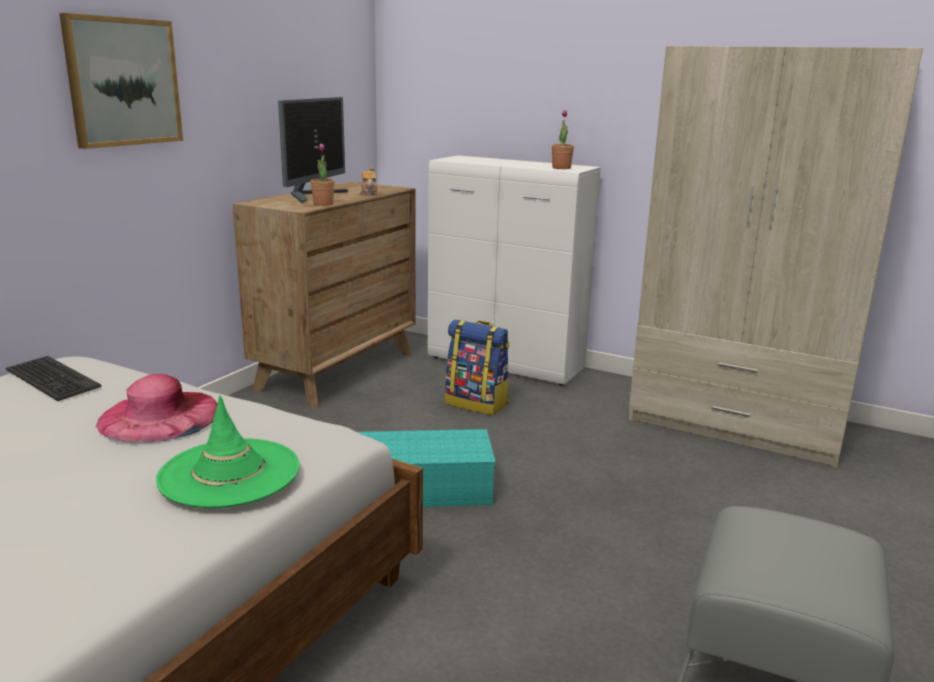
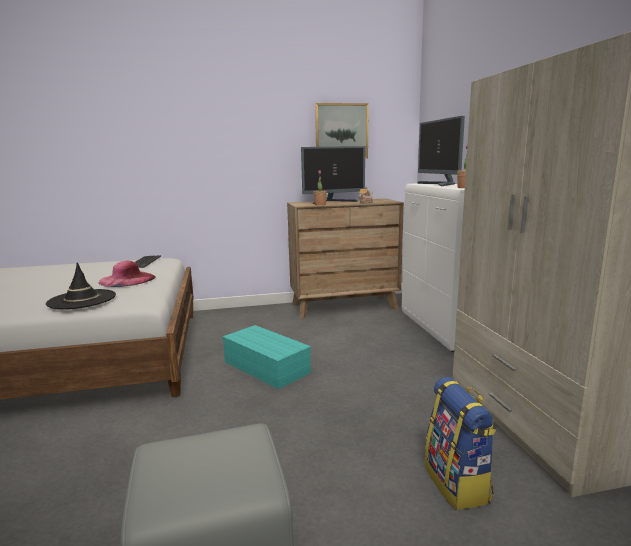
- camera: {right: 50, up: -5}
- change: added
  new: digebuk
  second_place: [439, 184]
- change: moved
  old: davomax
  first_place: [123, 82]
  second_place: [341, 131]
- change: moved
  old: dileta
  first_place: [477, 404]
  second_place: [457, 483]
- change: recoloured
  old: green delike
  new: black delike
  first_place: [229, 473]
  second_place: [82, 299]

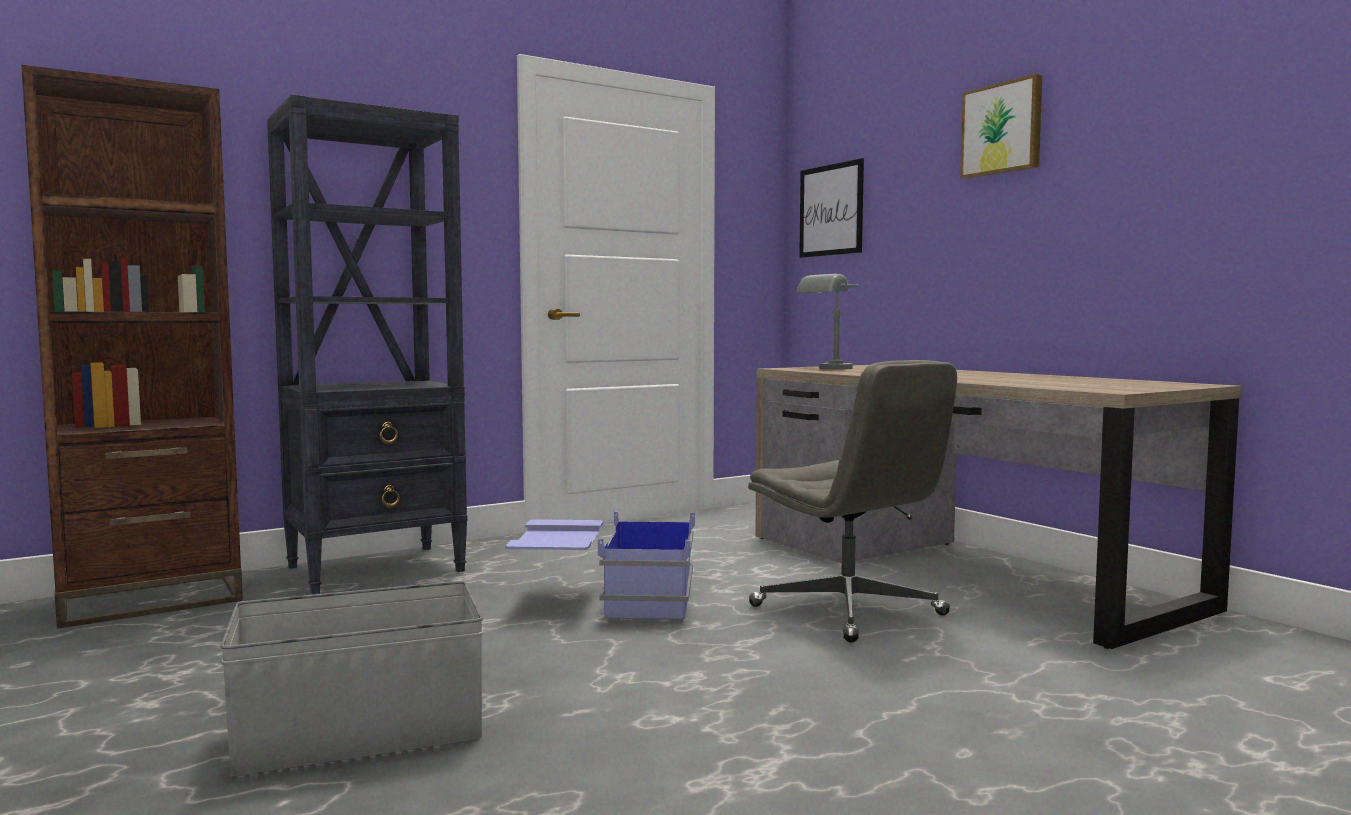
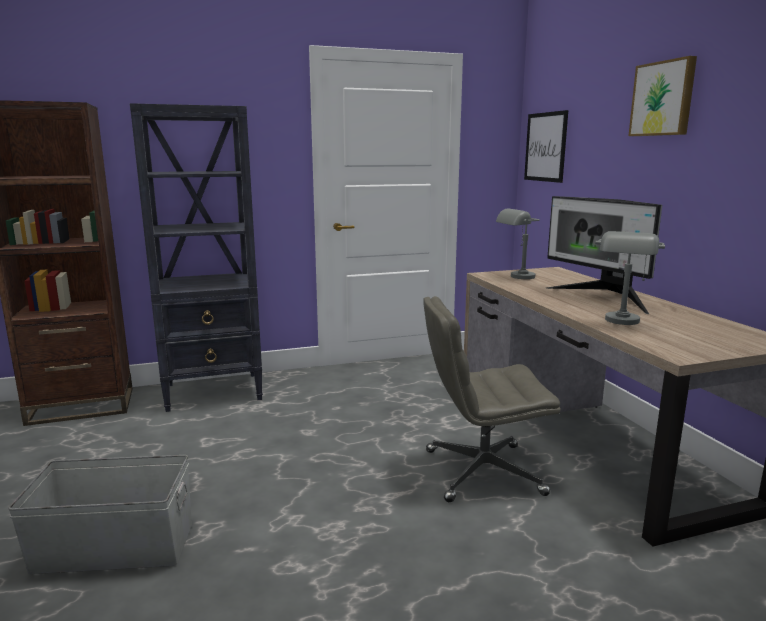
- camera: {right: 15, up: 10}
- change: removed
  old: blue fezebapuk
  first_place: [605, 603]
- change: added
  new: digebuk
  second_place: [603, 298]
- change: added
  new: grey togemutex
  second_place: [622, 323]
- change: turned
  old: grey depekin
  first_place: [850, 611]
  second_place: [481, 472]
  degrees: 105

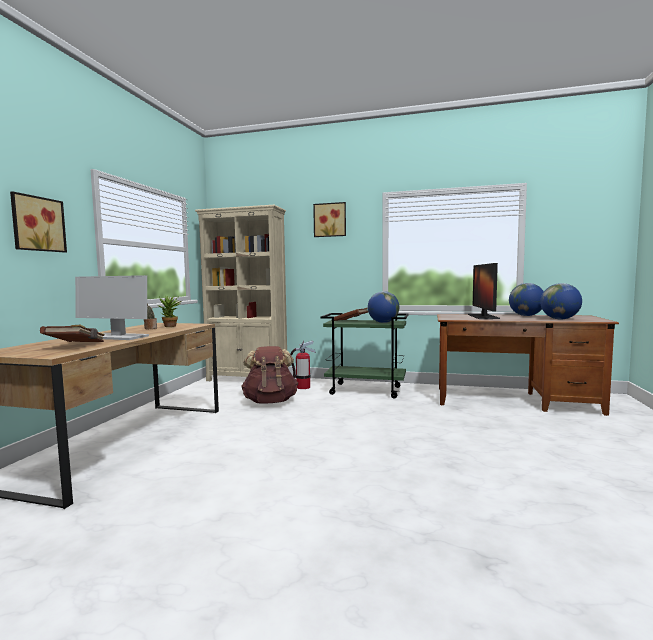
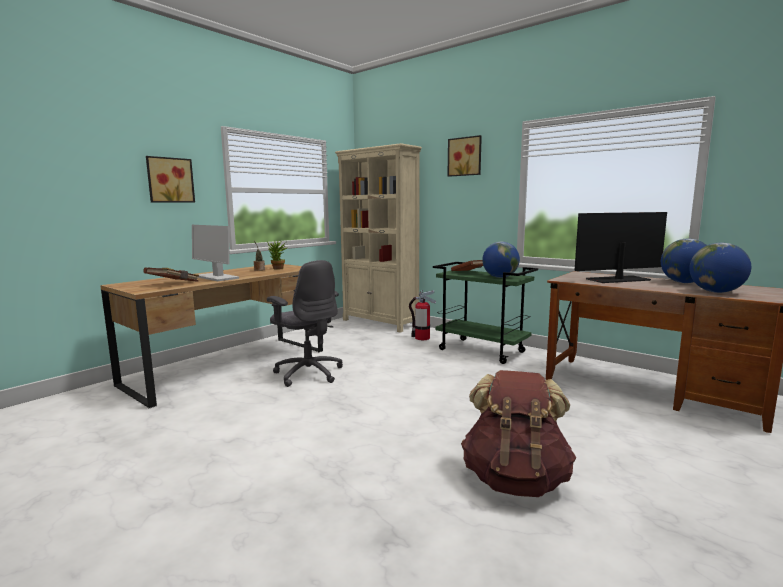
- camera: {right: 25, up: 5}
- change: added
  new: grey depekin
  second_place: [308, 373]
- change: moved
  old: brown dileta
  first_place: [270, 402]
  second_place: [515, 479]
- change: turned
  old: digebuk
  first_place: [483, 316]
  second_place: [618, 279]
  degrees: 45

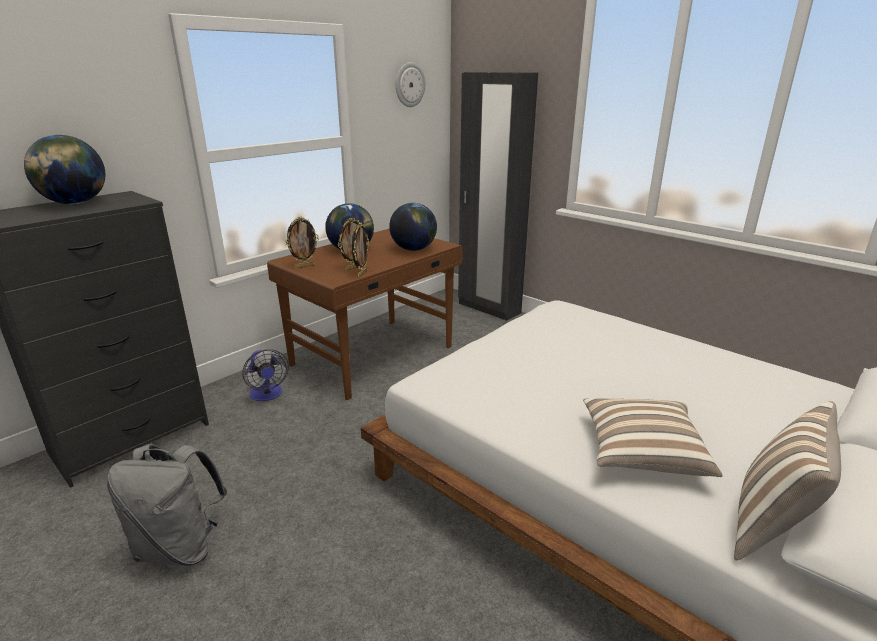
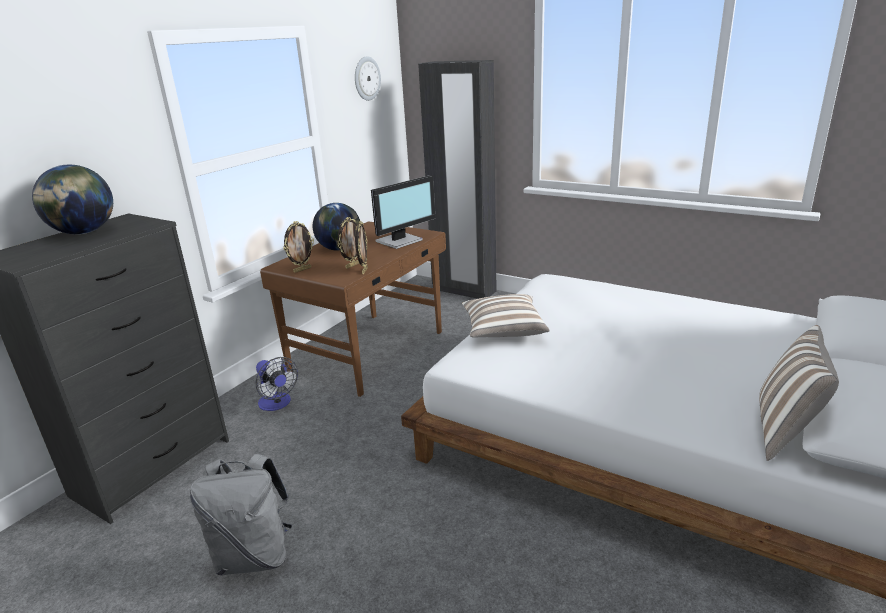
- camera: {right: -10, up: 0}
- change: moved
  old: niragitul
  first_place: [641, 452]
  second_place: [503, 330]
- change: replaced
  old: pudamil
  new: digebuk
  first_place: [413, 249]
  second_place: [400, 241]

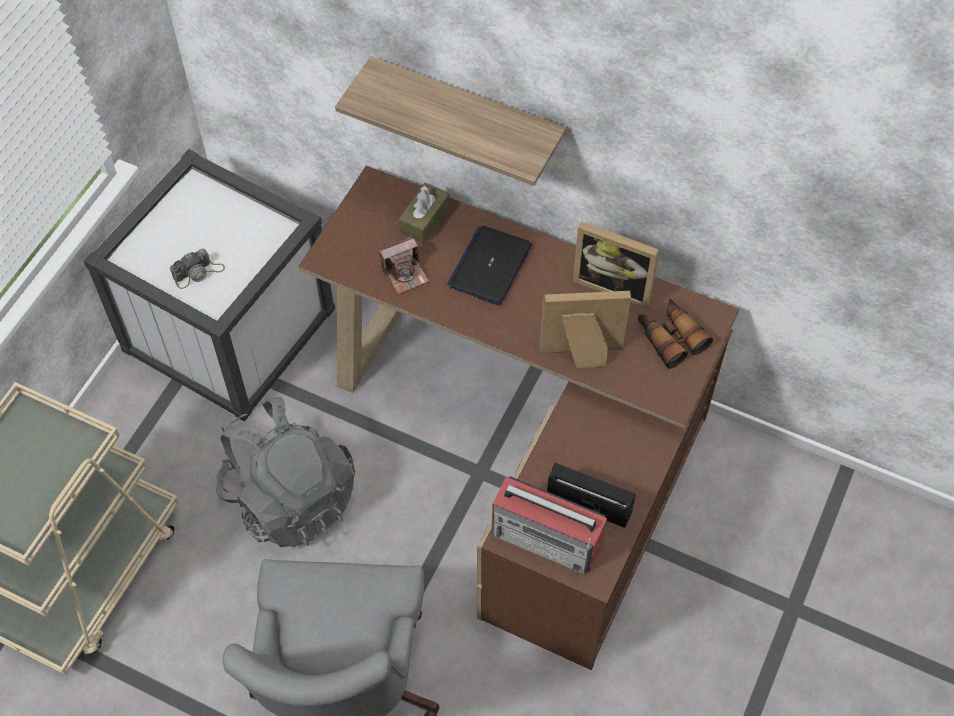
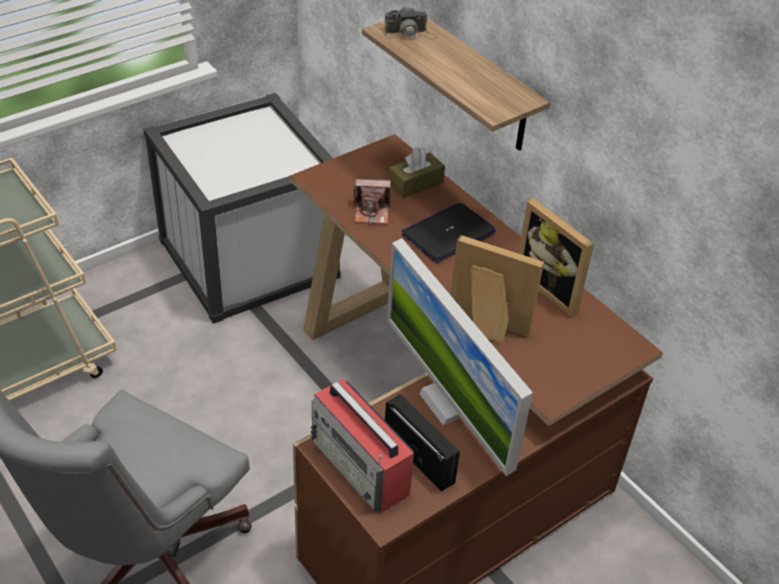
- camera: {right: 25, up: -15}
- change: removed
  old: grey dileta
  first_place: [290, 497]
- change: removed
  old: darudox
  first_place: [670, 337]
- change: added
  new: digebuk
  second_place: [448, 402]
- change: moved
  old: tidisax
  first_place: [198, 273]
  second_place: [410, 33]

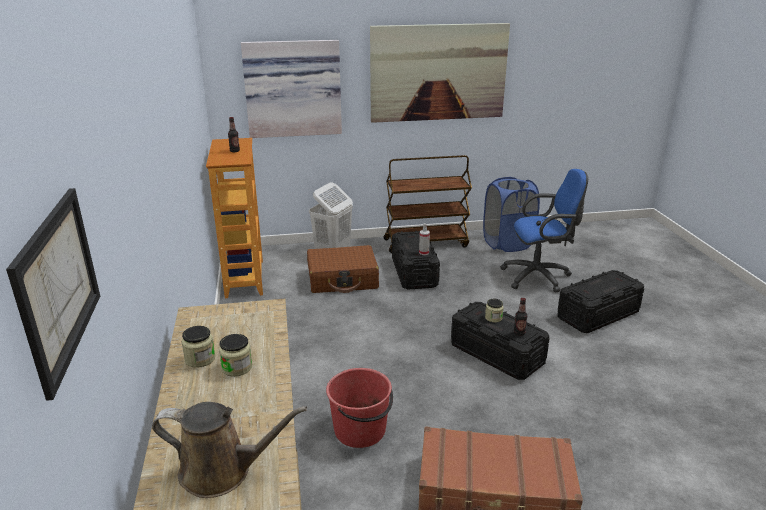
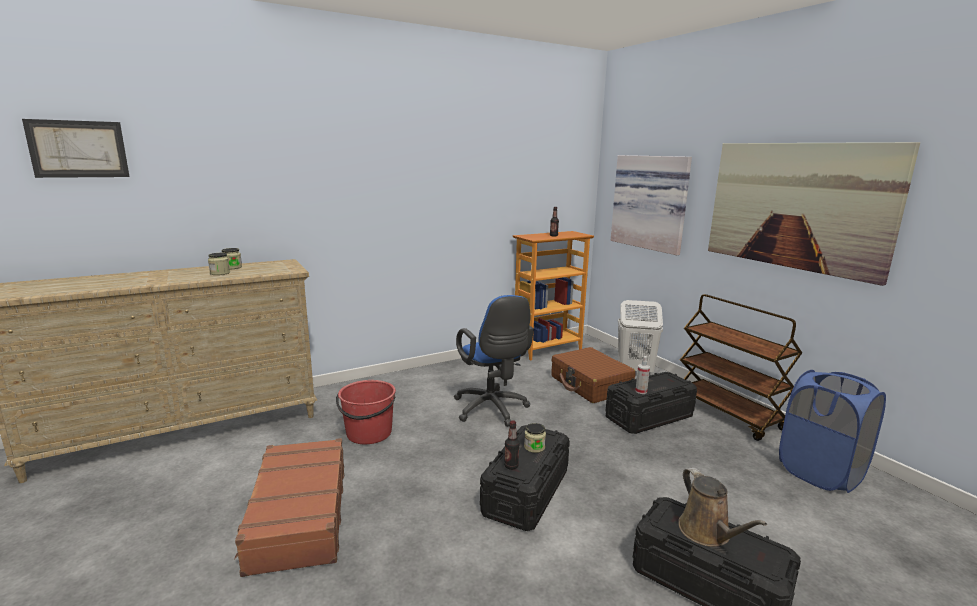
- camera: {right: 70, up: -10}
- change: moved
  old: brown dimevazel
  first_place: [222, 471]
  second_place: [707, 533]
- change: moved
  old: blue depekin
  first_place: [539, 277]
  second_place: [492, 410]

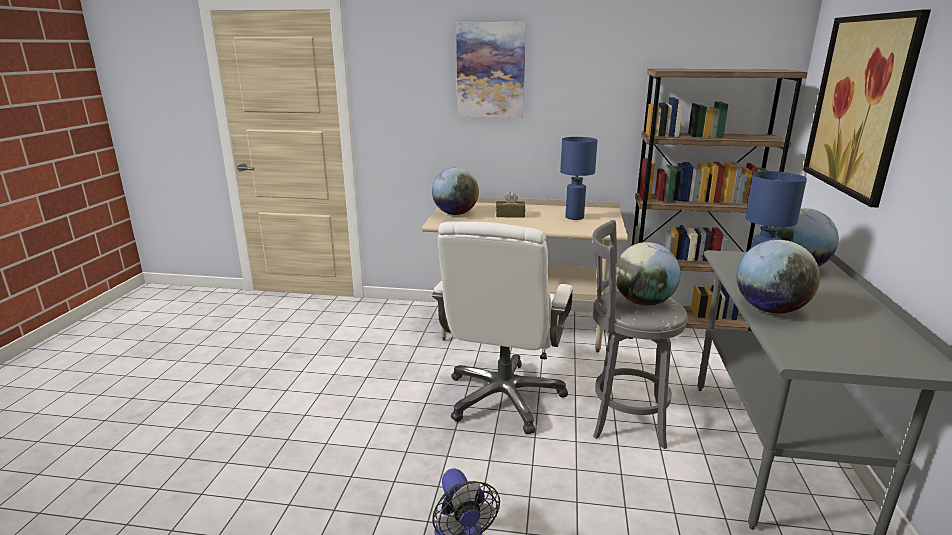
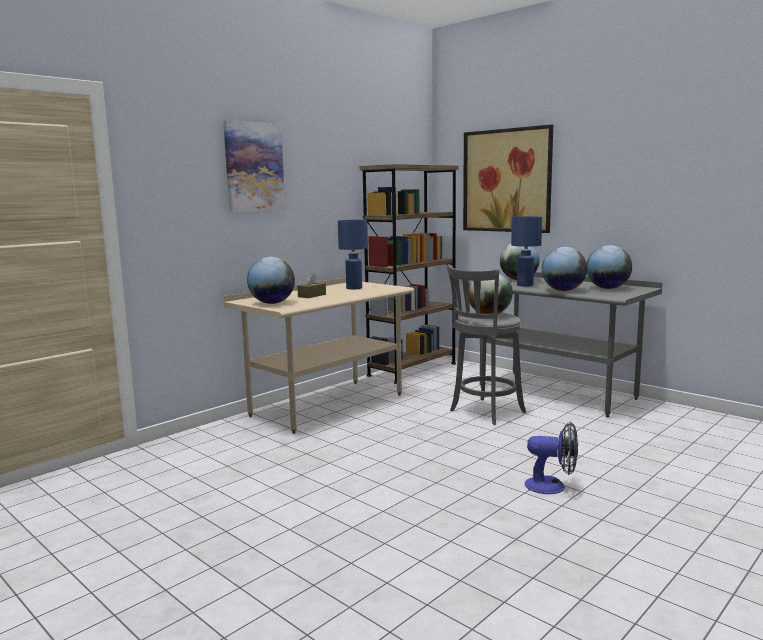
- camera: {right: -55, up: -10}
- change: removed
  old: white depekin
  first_place: [504, 398]
- change: added
  new: pudamil
  second_place: [607, 288]

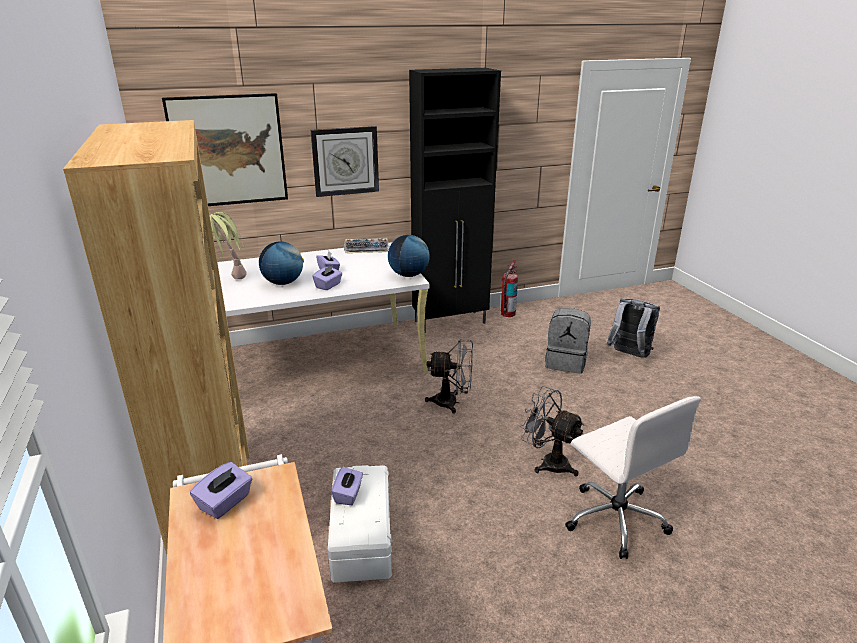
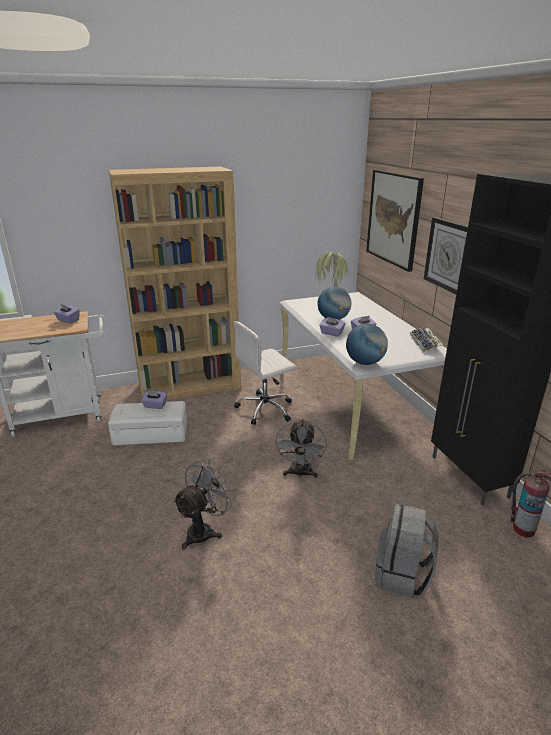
- camera: {right: 90, up: 0}
- change: removed
  old: grey dileta
  first_place: [629, 355]
- change: moved
  old: white depekin
  first_place: [615, 518]
  second_place: [266, 409]

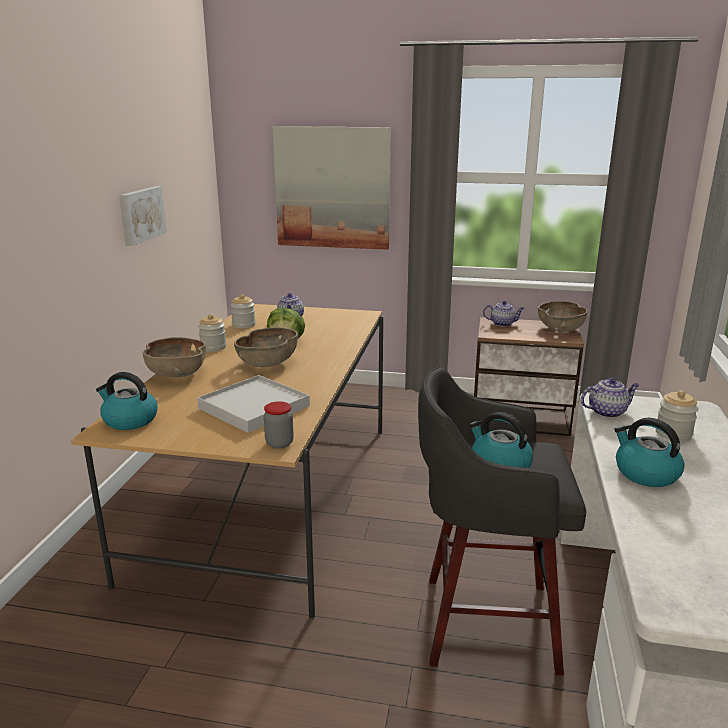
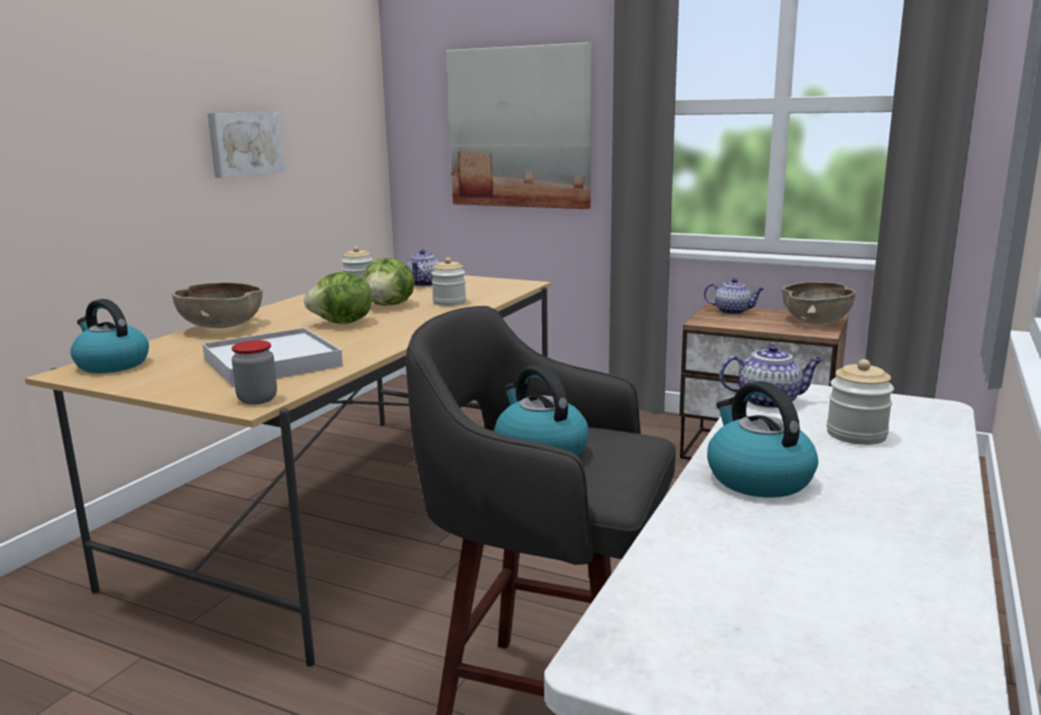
- camera: {right: 15, up: -5}
- change: moved
  old: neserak
  first_place: [213, 347]
  second_place: [449, 302]
- change: replaced
  old: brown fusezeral
  new: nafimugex
  first_place: [268, 363]
  second_place: [343, 323]

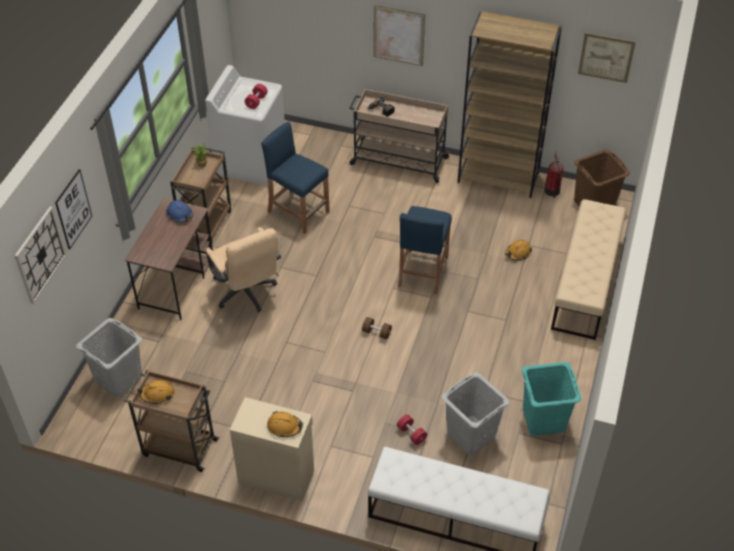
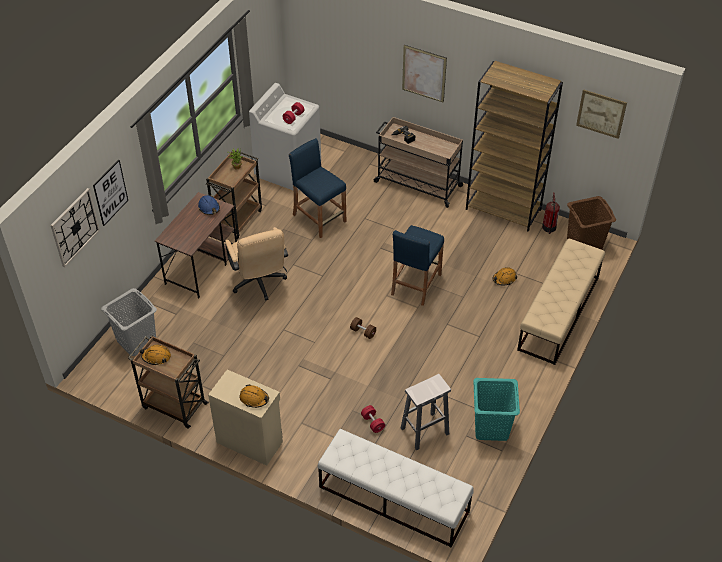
- camera: {right: 10, up: 0}
- change: replaced
  old: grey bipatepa
  new: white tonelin
  first_place: [471, 435]
  second_place: [424, 431]

